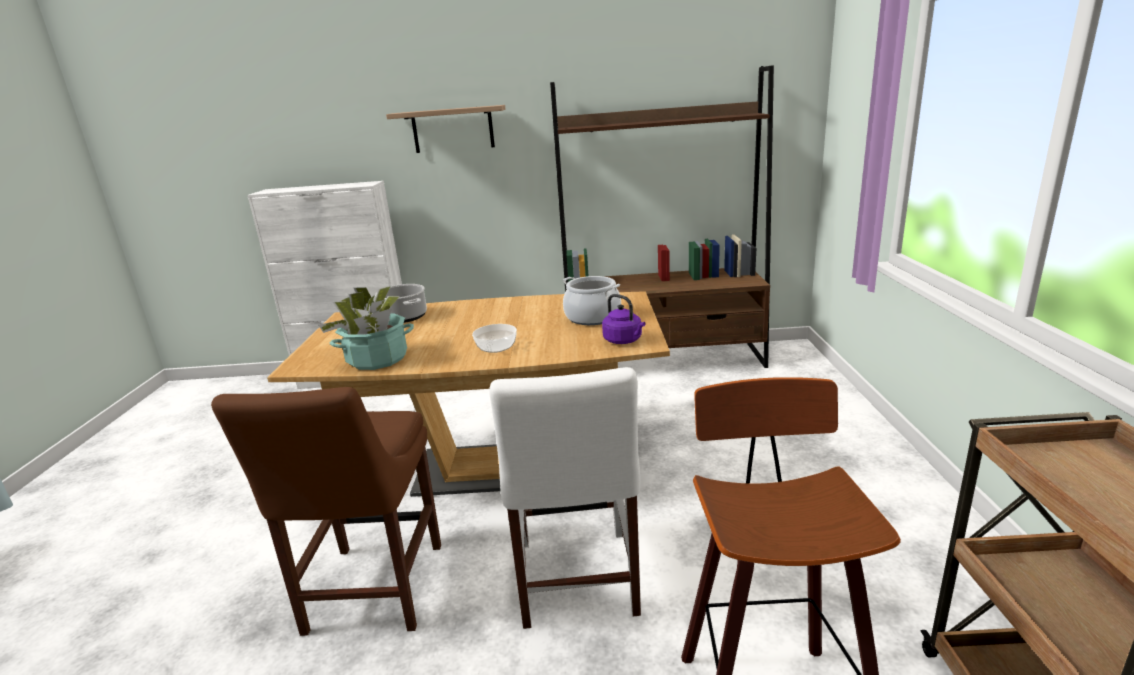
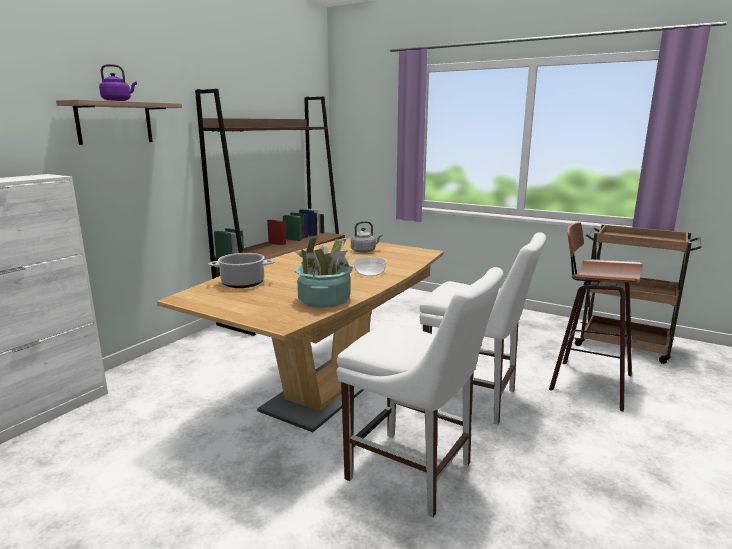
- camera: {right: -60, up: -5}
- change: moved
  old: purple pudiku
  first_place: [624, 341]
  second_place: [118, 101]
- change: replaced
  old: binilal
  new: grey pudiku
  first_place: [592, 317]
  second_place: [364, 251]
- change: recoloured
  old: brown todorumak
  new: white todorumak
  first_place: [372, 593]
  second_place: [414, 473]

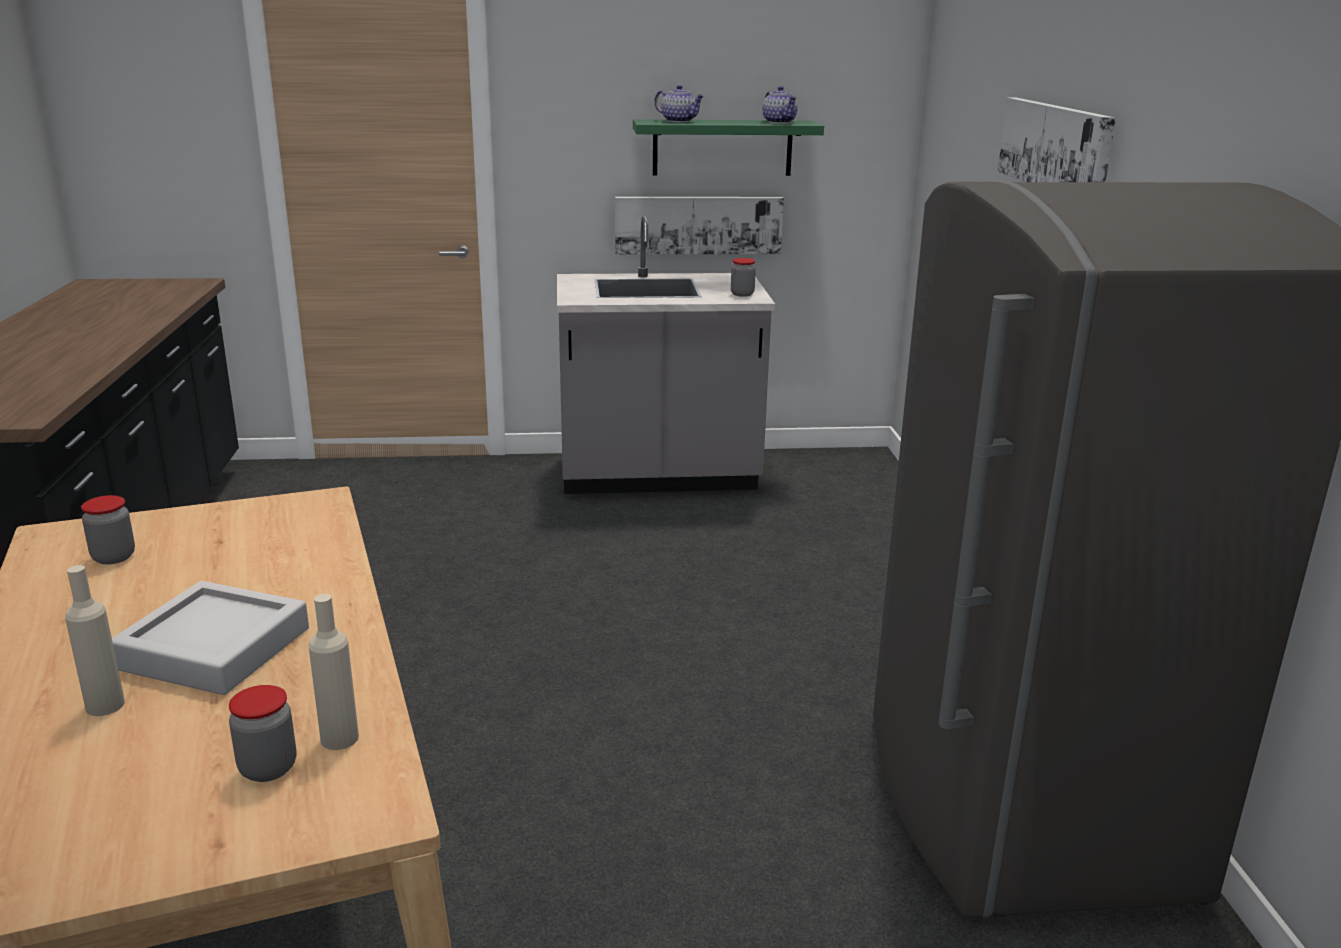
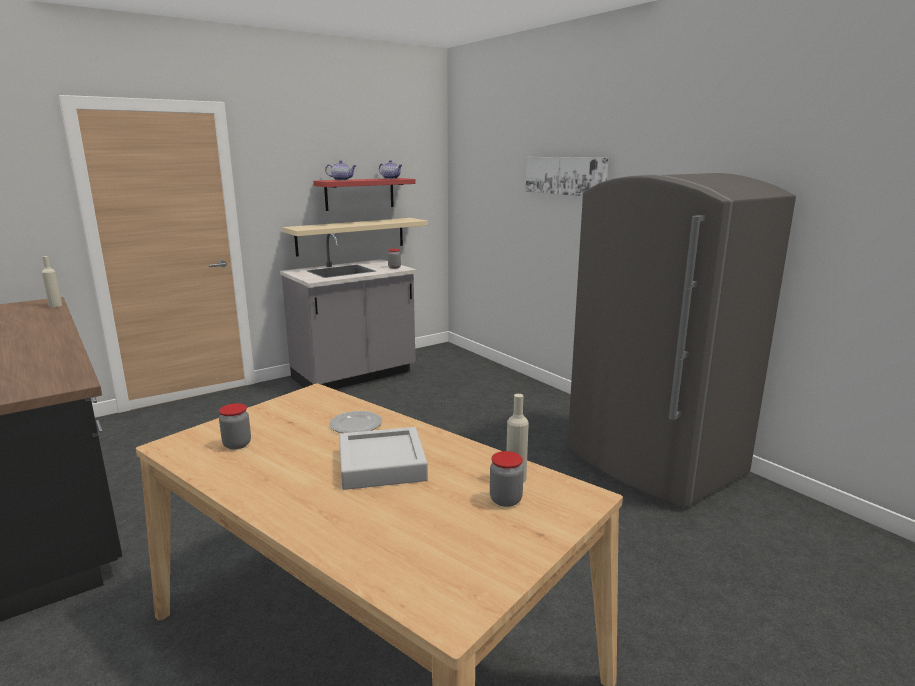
- camera: {right: -30, up: -5}
- change: added
  new: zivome
  second_place: [355, 425]
- change: moved
  old: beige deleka
  first_place: [105, 705]
  second_place: [55, 305]
- change: replaced
  old: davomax
  new: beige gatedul
  first_place: [698, 225]
  second_place: [351, 236]
- change: recoloured
  old: green gatedul
  new: red gatedul
  first_place: [722, 147]
  second_place: [359, 194]

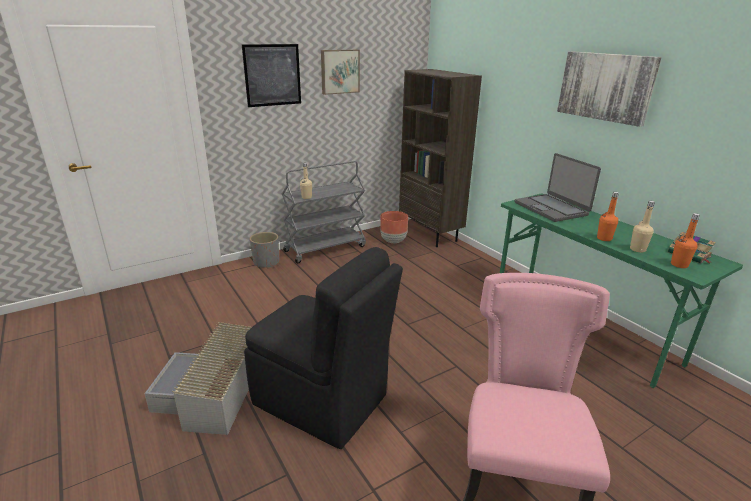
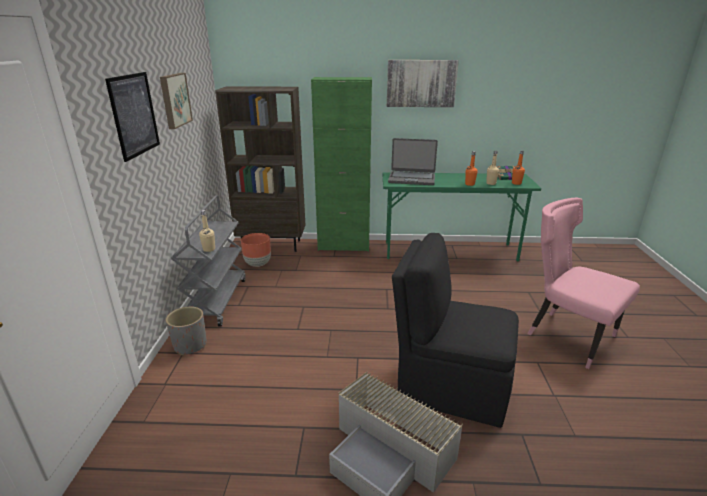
- camera: {right: -55, up: 0}
- change: added
  new: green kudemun
  second_place: [344, 246]
- change: turned
  old: black todorumak
  first_place: [323, 401]
  second_place: [450, 386]
  degrees: -135

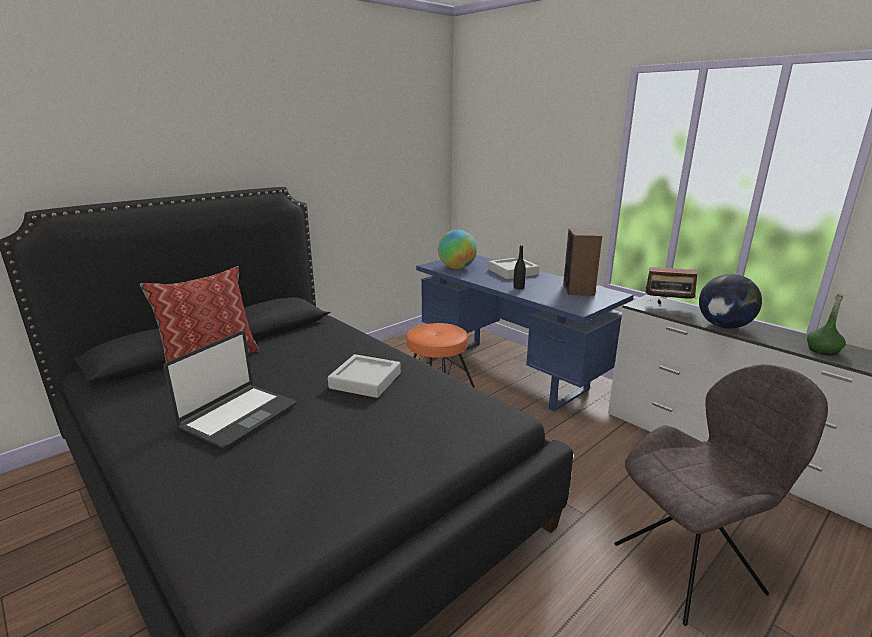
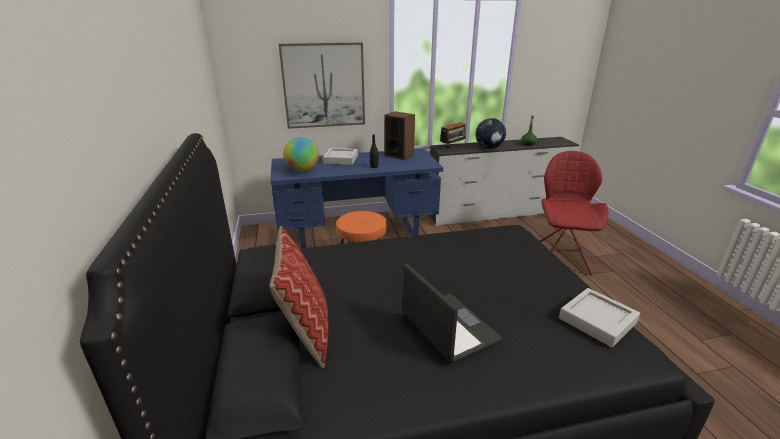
- camera: {right: -60, up: 5}
- change: added
  new: davomax
  second_place: [324, 86]
- change: moved
  old: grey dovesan
  first_place: [365, 380]
  second_place: [597, 320]
- change: recoloured
  old: grey todorumak
  new: red todorumak
  first_place: [692, 567]
  second_place: [560, 258]

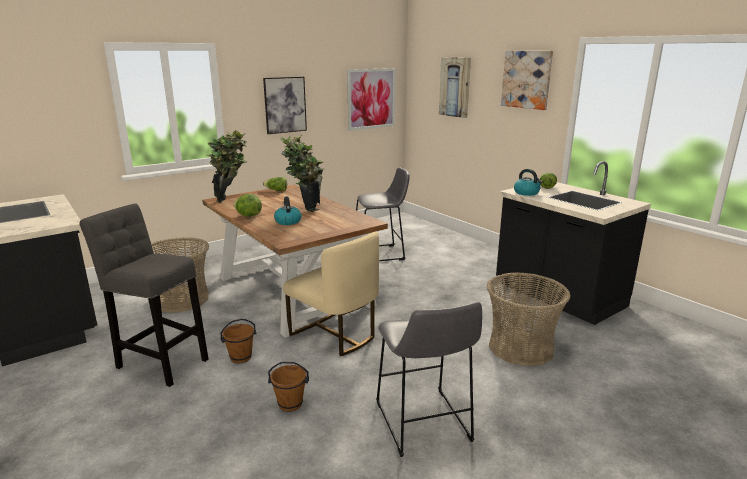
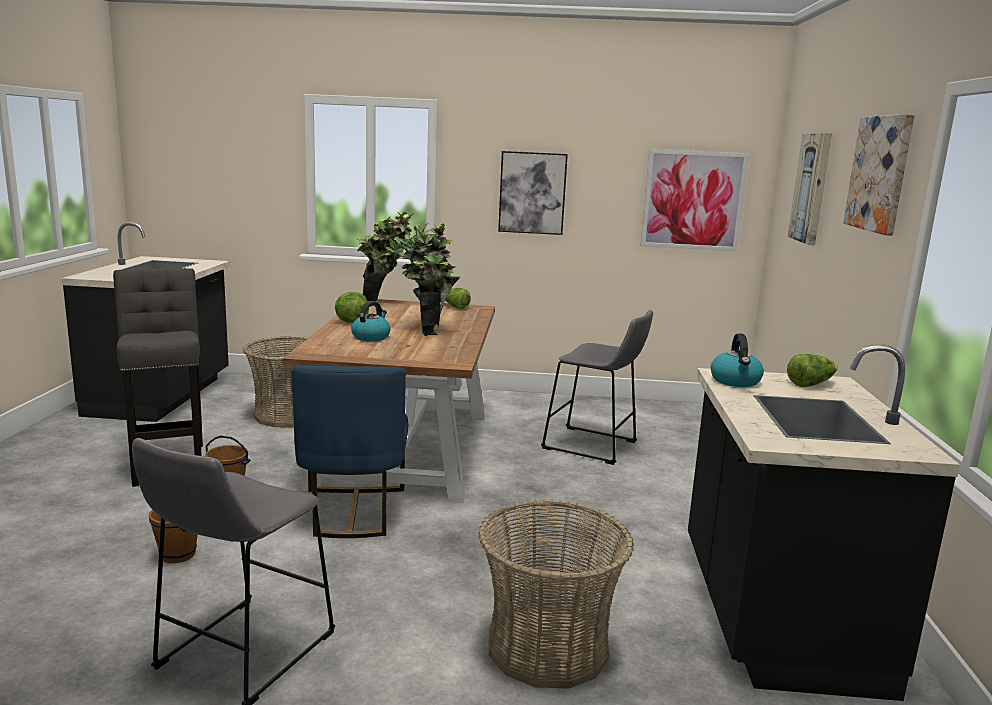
- camera: {right: 40, up: -5}
- change: recoloured
  old: beige todorumak
  new: blue todorumak
  first_place: [335, 335]
  second_place: [352, 511]

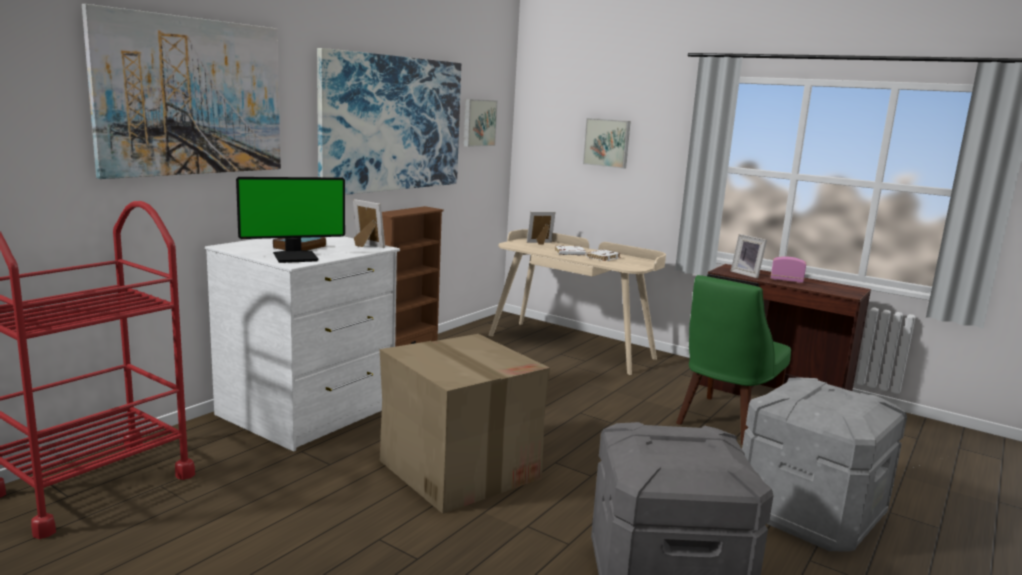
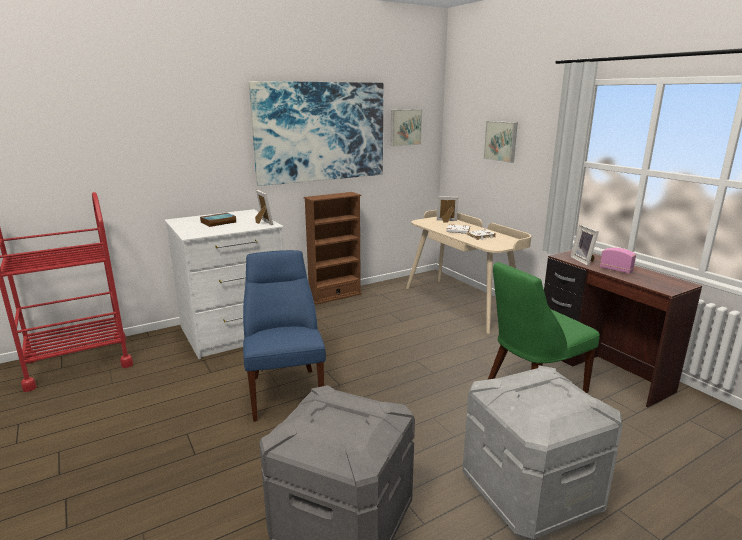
- camera: {right: 25, up: 5}
- change: removed
  old: davomax
  first_place: [192, 97]
- change: removed
  old: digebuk
  first_place: [296, 257]
- change: replaced
  old: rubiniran
  new: blue todorumak
  first_place: [459, 468]
  second_place: [285, 391]

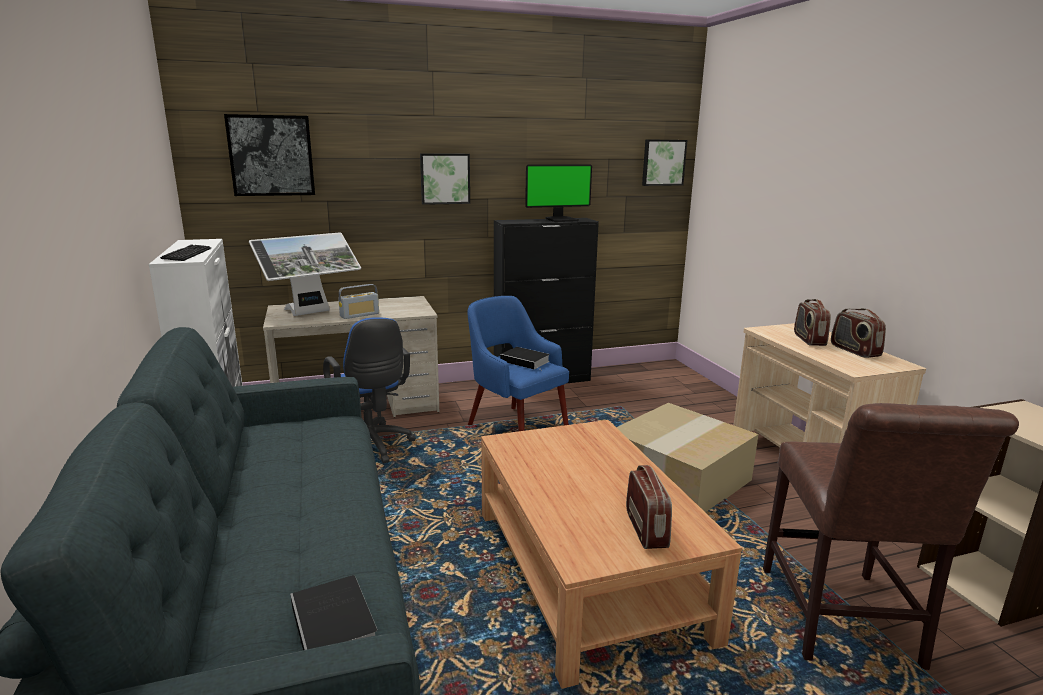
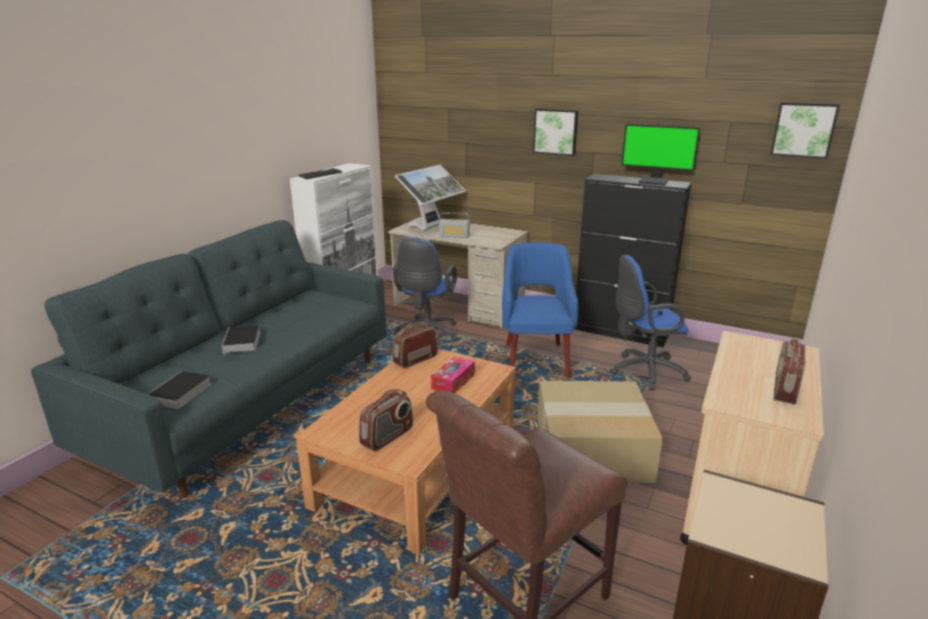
- camera: {right: 45, up: 5}
- change: removed
  old: davomax
  first_place: [271, 155]
- change: added
  new: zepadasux
  second_place: [453, 382]
- change: added
  new: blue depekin
  second_place: [643, 372]
- change: moved
  old: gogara
  first_place: [526, 361]
  second_place: [242, 342]
- change: moved
  old: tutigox
  first_place: [808, 339]
  second_place: [415, 359]
- change: turned
  old: digebuk
  first_place: [311, 313]
  second_place: [431, 227]
  degrees: -60

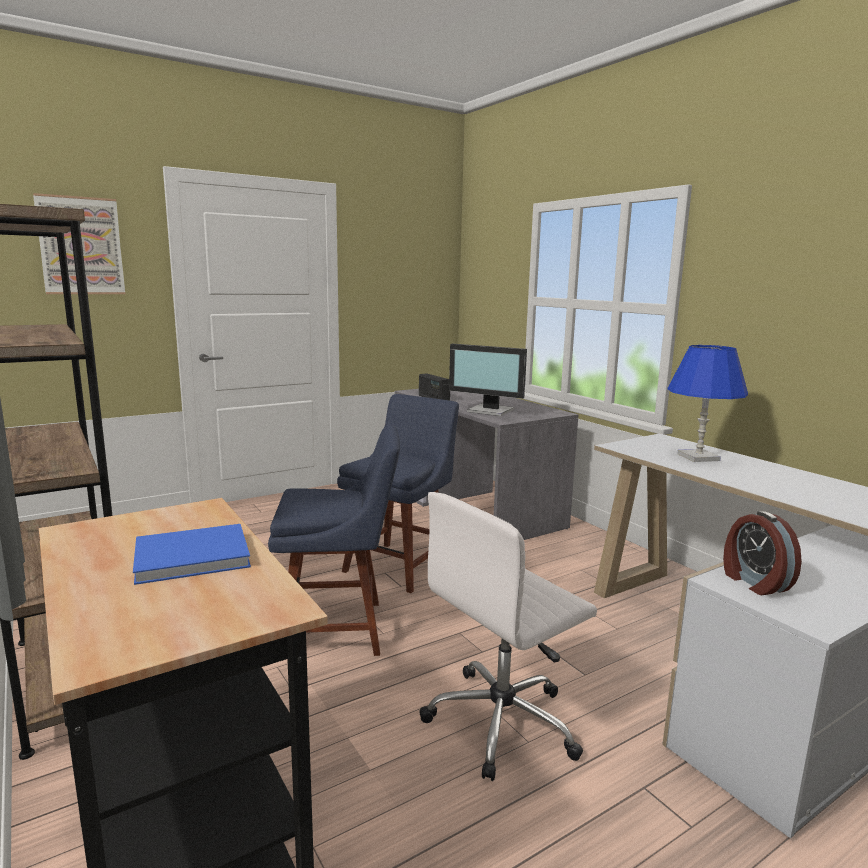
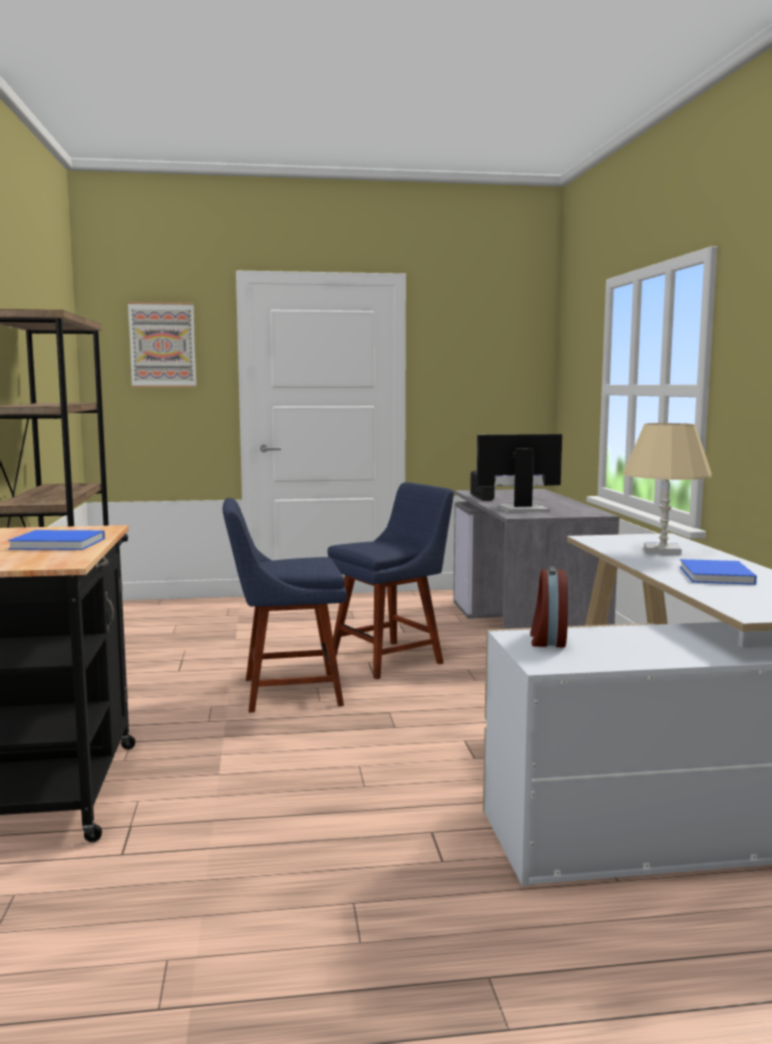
- camera: {right: 25, up: -5}
- change: removed
  old: white depekin
  first_place: [503, 721]
- change: added
  new: blue gogara
  second_place: [716, 576]
- change: recoloured
  old: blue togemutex
  new: beige togemutex
  first_place: [698, 457]
  second_place: [662, 550]
- change: turned
  old: blue todorumak
  first_place: [339, 628]
  second_place: [285, 692]
  degrees: 150
- change: turned
  old: digebuk
  first_place: [490, 411]
  second_place: [521, 508]
  degrees: 120

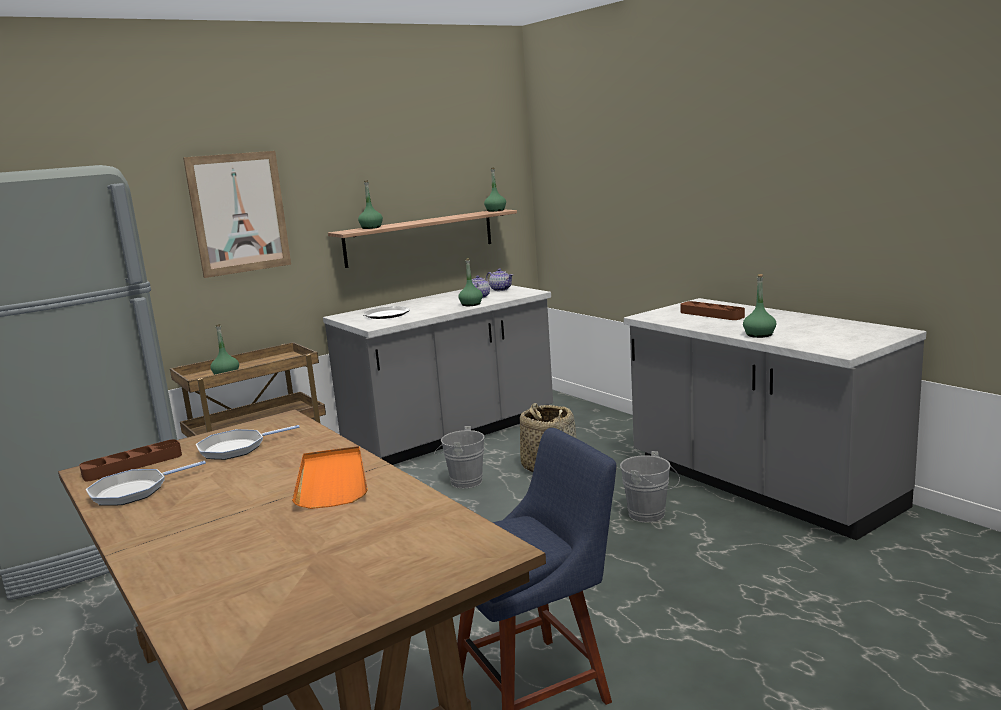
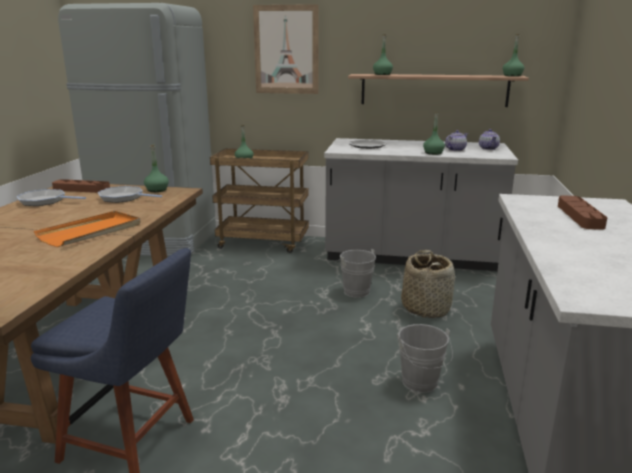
- camera: {right: 45, up: 5}
- change: moved
  old: green deleka
  first_place: [759, 335]
  second_place: [157, 190]

